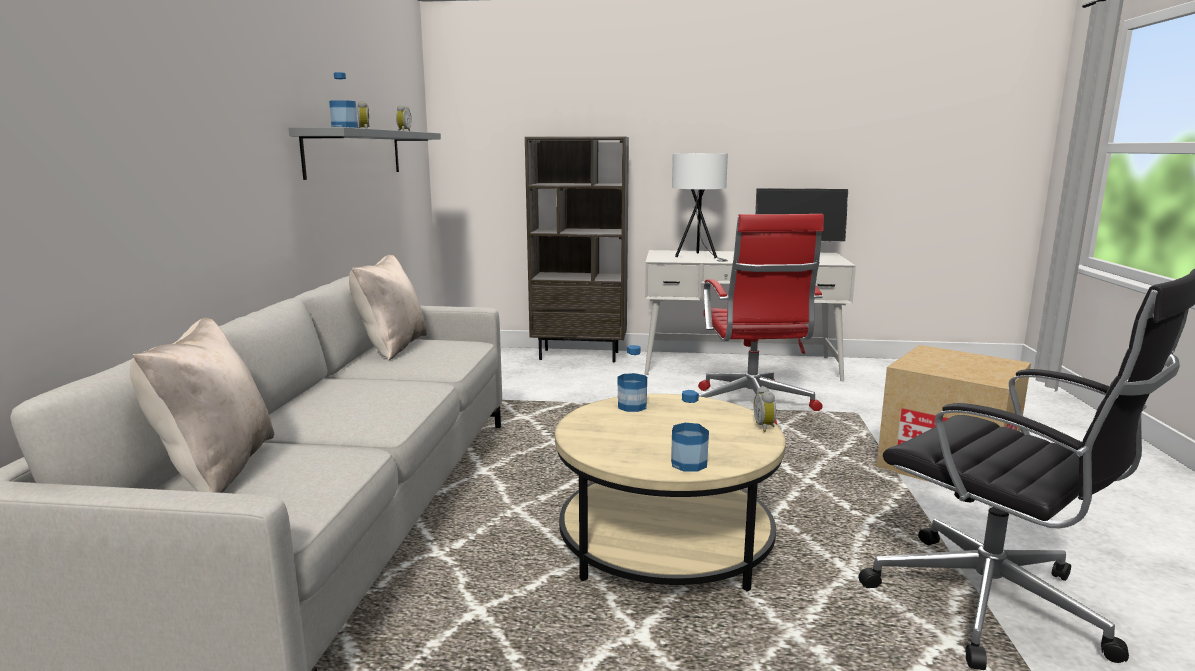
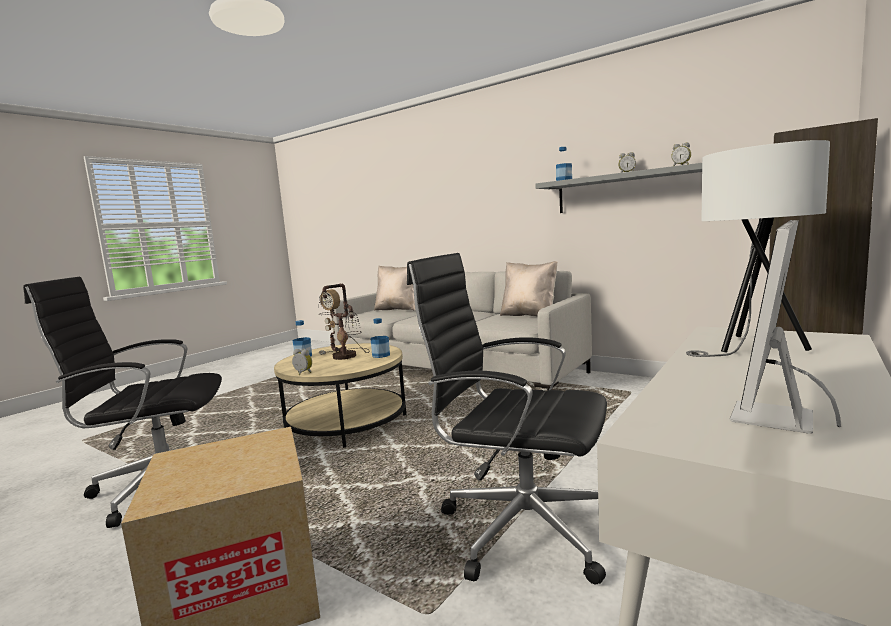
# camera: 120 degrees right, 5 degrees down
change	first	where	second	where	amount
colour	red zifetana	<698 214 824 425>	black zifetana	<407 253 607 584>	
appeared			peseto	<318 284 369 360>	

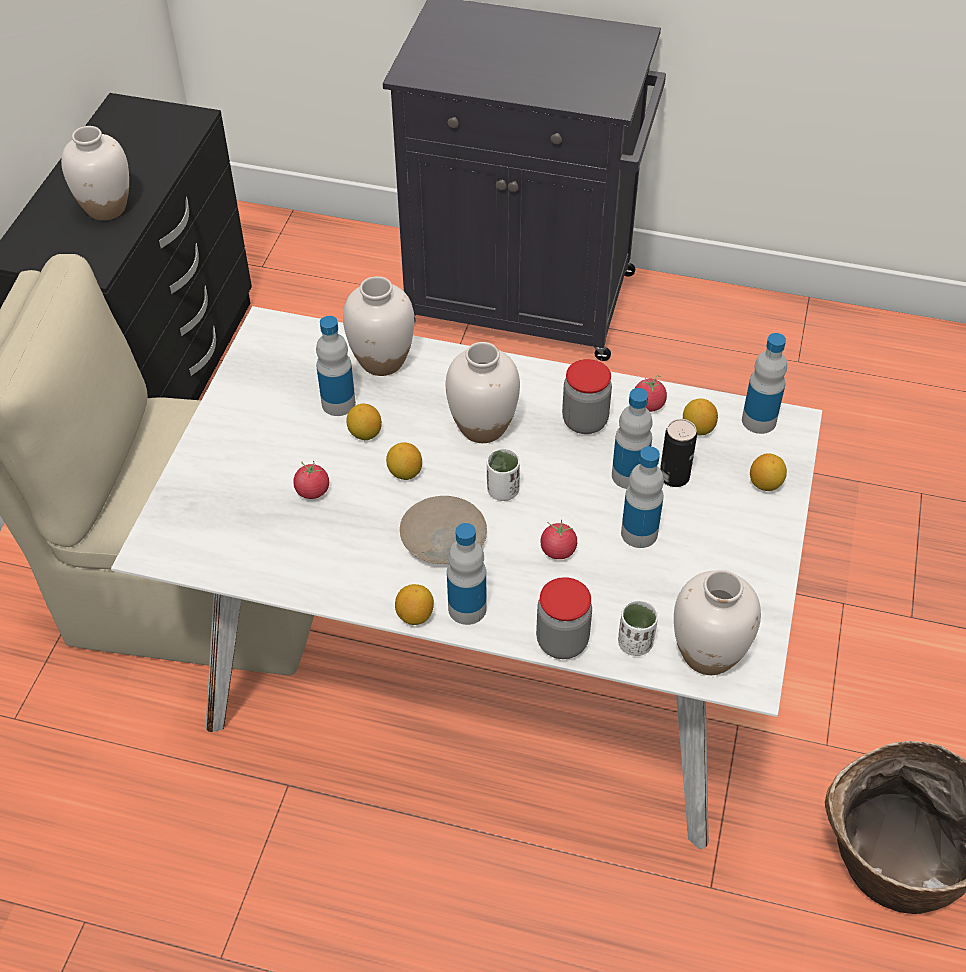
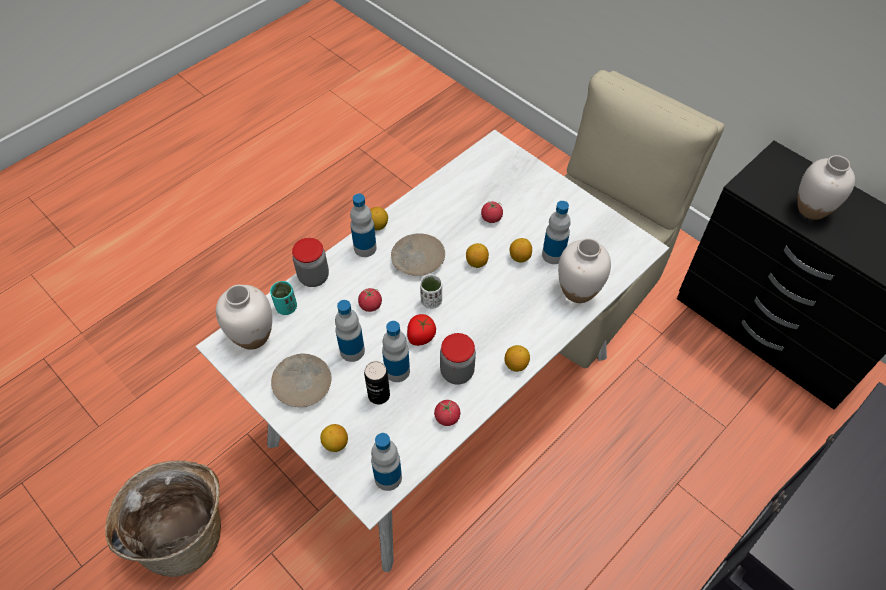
# camera: 120 degrees right, 5 degrees up
change	first	where	second	where	amount
missing	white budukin	<446 342 520 443>			
colour	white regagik	<618 600 658 656>	turquoise regagik	<270 281 297 315>	
relocated	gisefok	<683 399 718 436>		<504 345 530 372>	
appeared			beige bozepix	<271 353 332 407>	
appeared			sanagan	<407 314 436 346>	

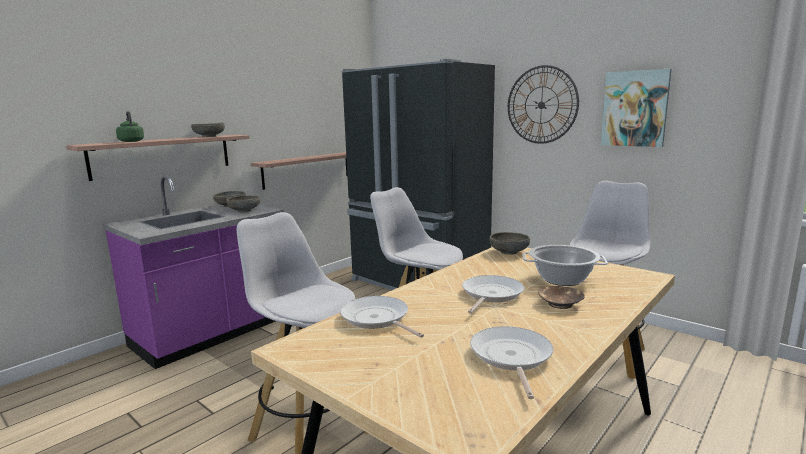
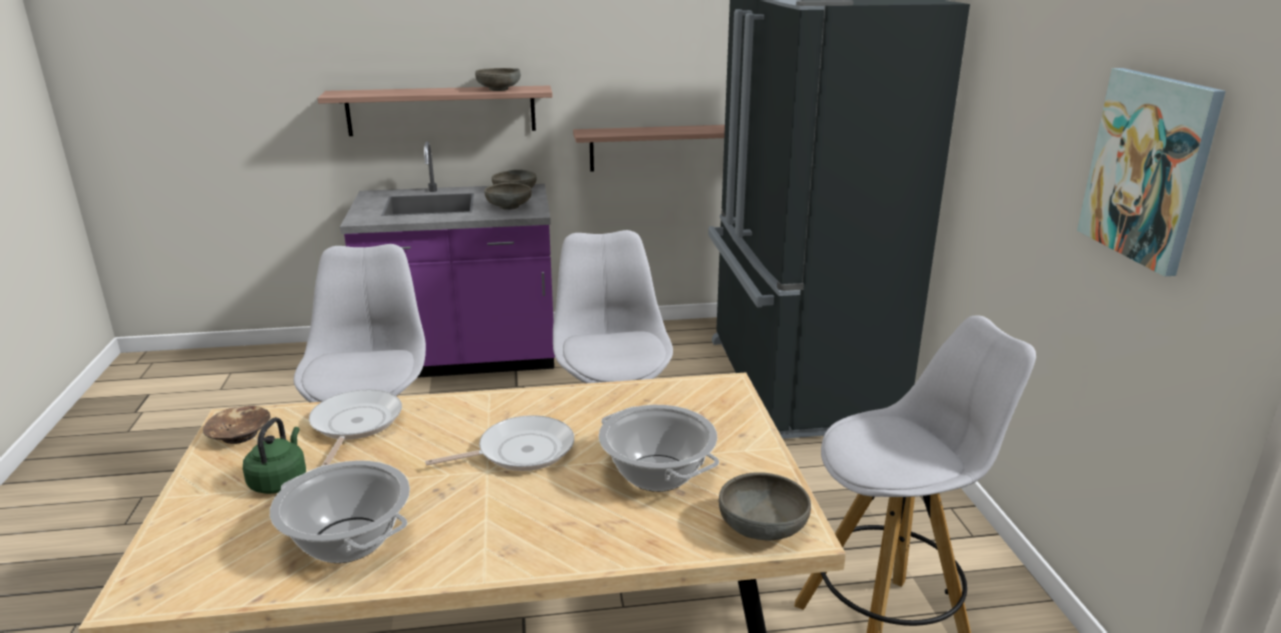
# camera: 40 degrees right, 10 degrees up
change	first	where	second	where	amount
relocated	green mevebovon	<116 111 144 142>		<243 417 306 494>	
exchanged	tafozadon	<470 326 553 399>	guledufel	<270 460 410 563>	
relocated	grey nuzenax	<490 232 530 255>		<719 472 811 540>	
missing	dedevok	<508 65 579 144>			
relocated	brown nuzenax	<538 286 585 309>		<203 406 271 444>	

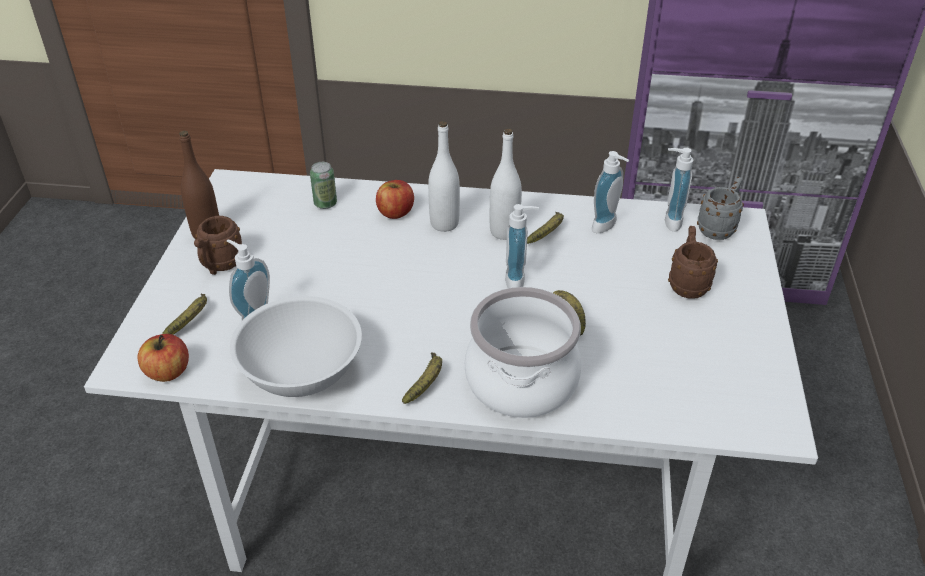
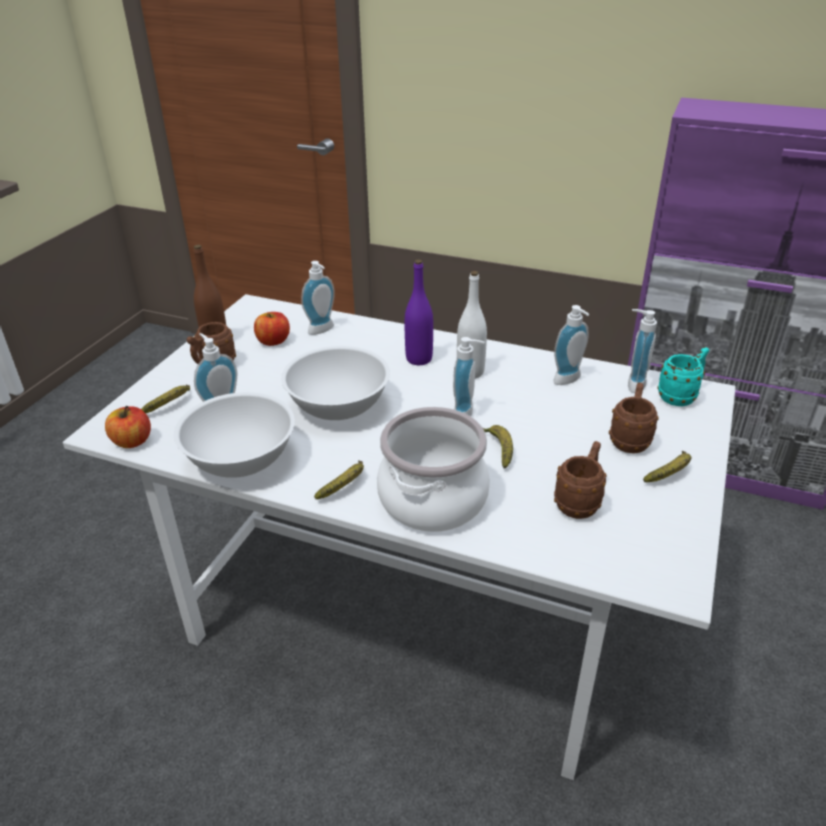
# camera: 15 degrees right, 5 degrees down
change	first	where	second	where	amount
exchanged	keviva	<310 162 337 209>	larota	<301 261 335 335>	
relocated	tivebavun	<376 180 414 219>		<254 312 290 346>	
colour	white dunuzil	<428 121 460 232>	purple dunuzil	<405 260 433 365>	
relocated	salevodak	<527 212 564 244>		<643 451 692 482>	
colour	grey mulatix	<697 177 744 240>	turquoise mulatix	<657 347 709 406>	
appeared			white nuzenax	<281 346 390 420>	
appeared			brown mulatix	<554 441 607 519>	

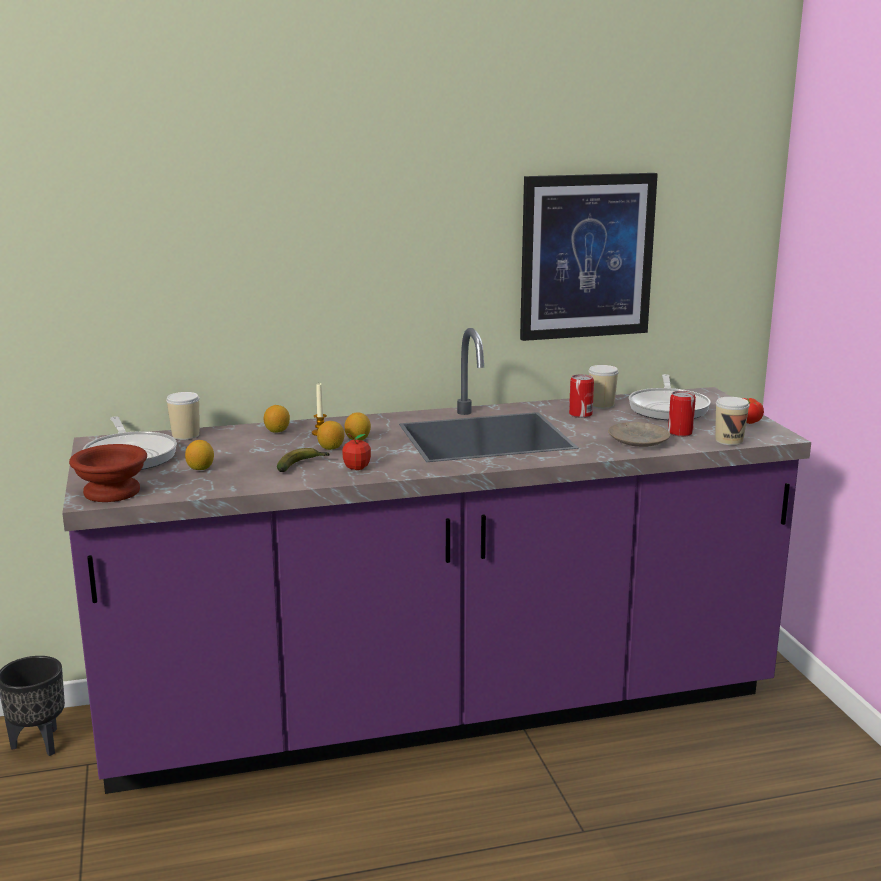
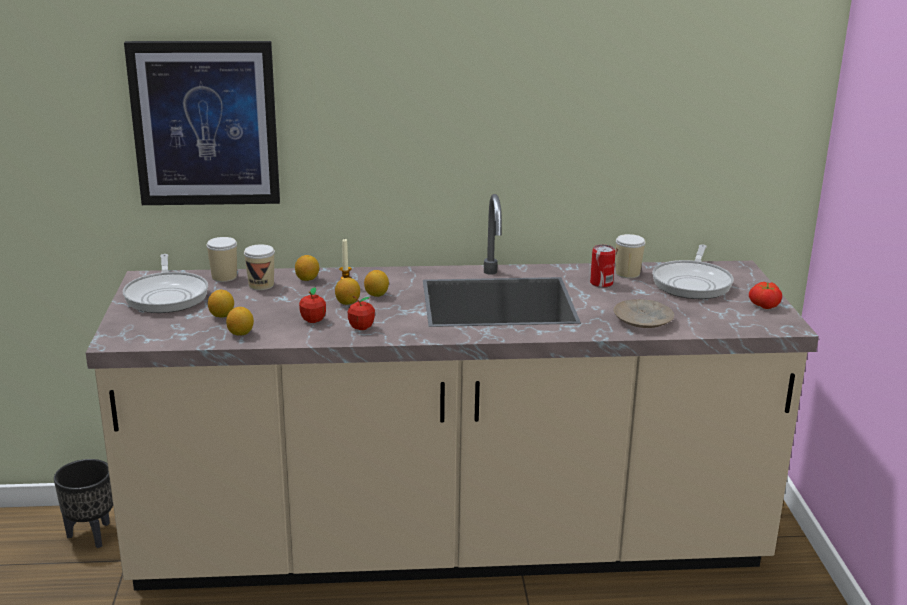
# camera: 10 degrees right, 5 degrees up
change	first	where	second	where	amount
colour	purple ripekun	<62 328 811 794>	beige ripekun	<86 194 819 591>	
missing	brown nuzenax	<69 444 147 502>			
exchanged	salevodak	<277 448 330 472>	tivebavun	<299 287 326 323>	
relocated	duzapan	<520 173 658 341>		<124 41 280 205>	
missing	keviva	<668 391 696 437>			
relocated	regagik	<715 397 750 445>		<244 245 275 290>	
appeared			gisefok	<226 307 254 335>	

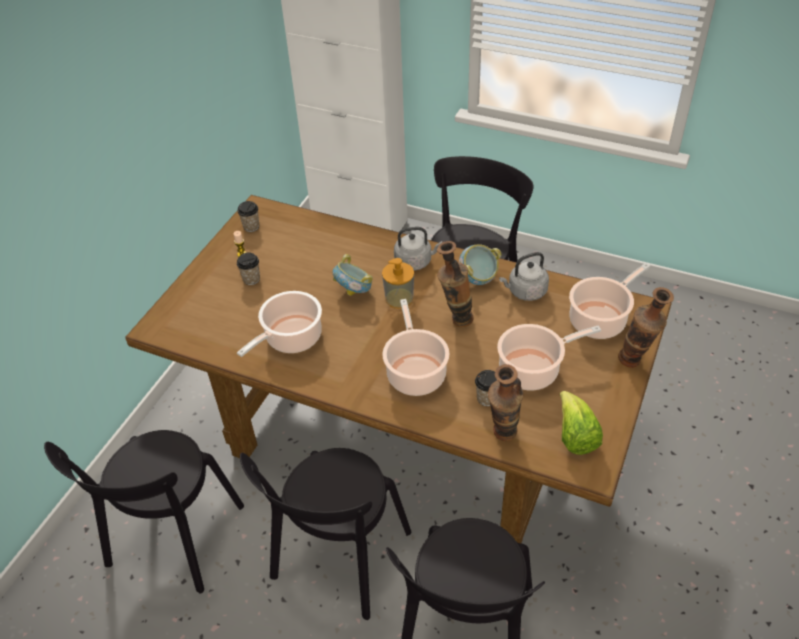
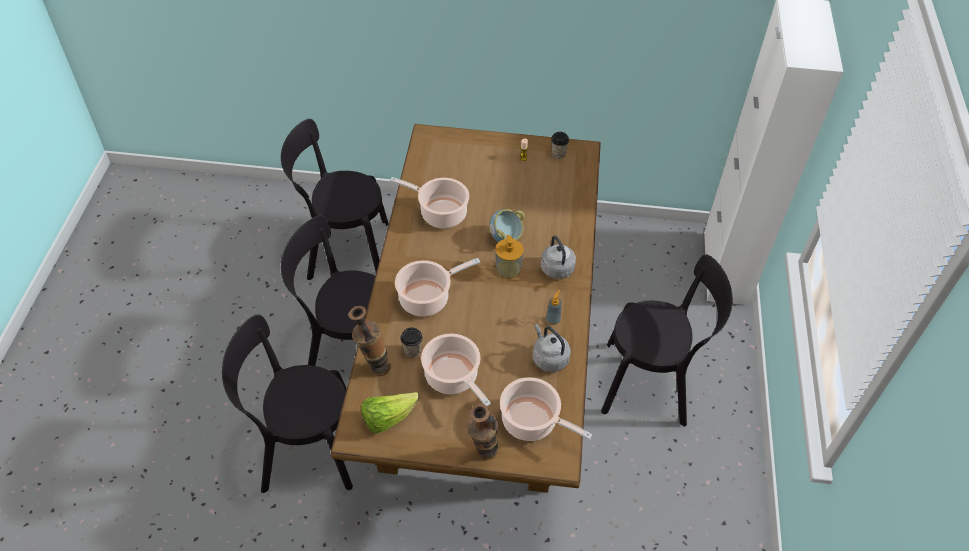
# camera: 70 degrees right, 5 degrees up
change	first	where	second	where	amount
missing	regagik	<237 253 260 285>			
missing	budukin	<437 241 474 327>			
exchanged	nuzenax	<459 244 501 285>	larota	<546 290 562 325>	

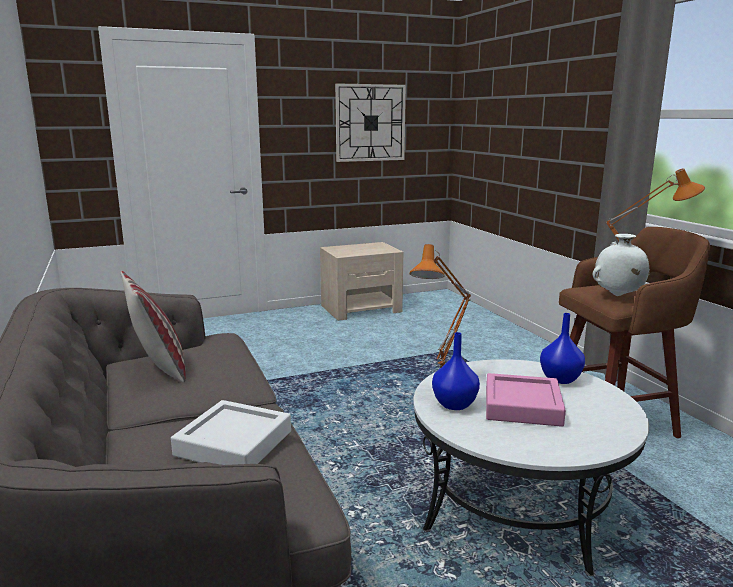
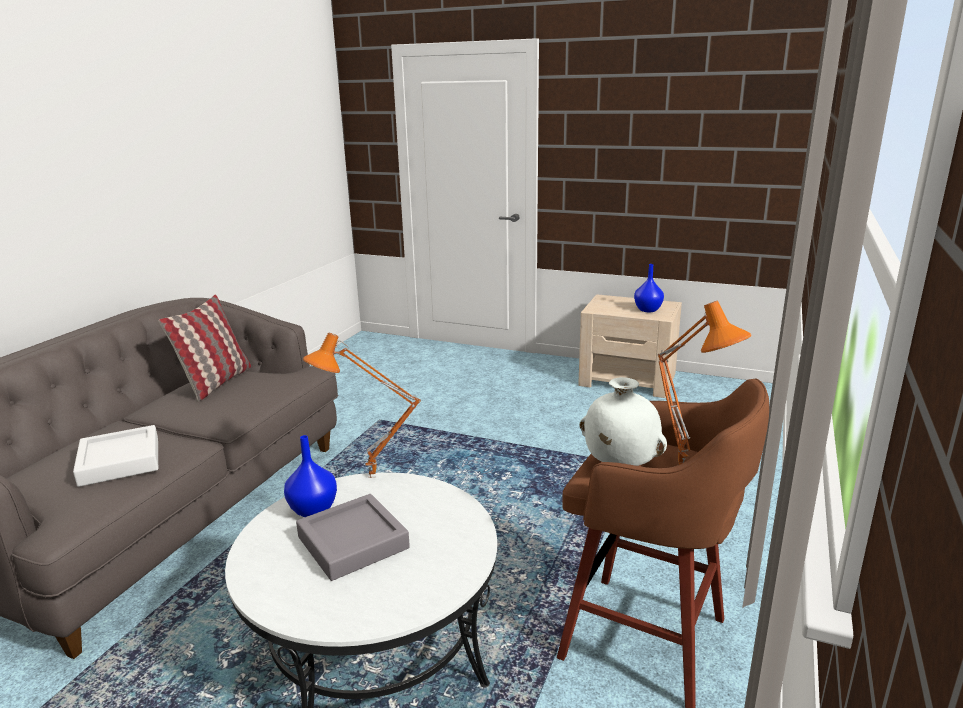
# camera: 45 degrees right, 5 degrees up
change	first	where	second	where	amount
missing	dedevok	<335 83 406 162>			
colour	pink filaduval	<486 373 566 427>	grey filaduval	<296 494 410 581>	
relocated	blue budukin	<540 313 585 384>		<634 264 664 312>	

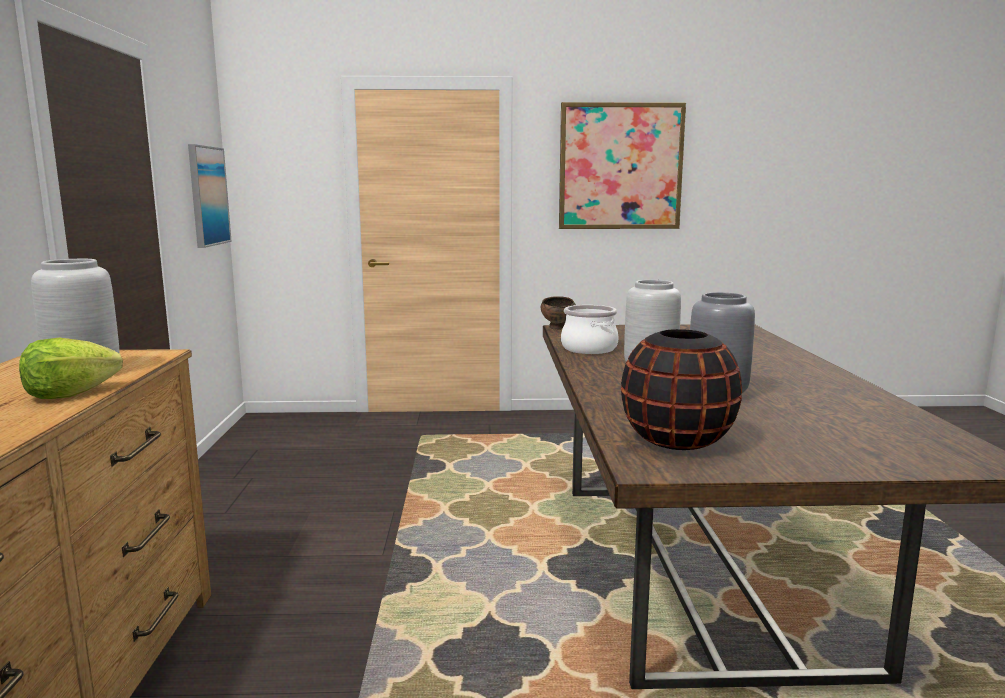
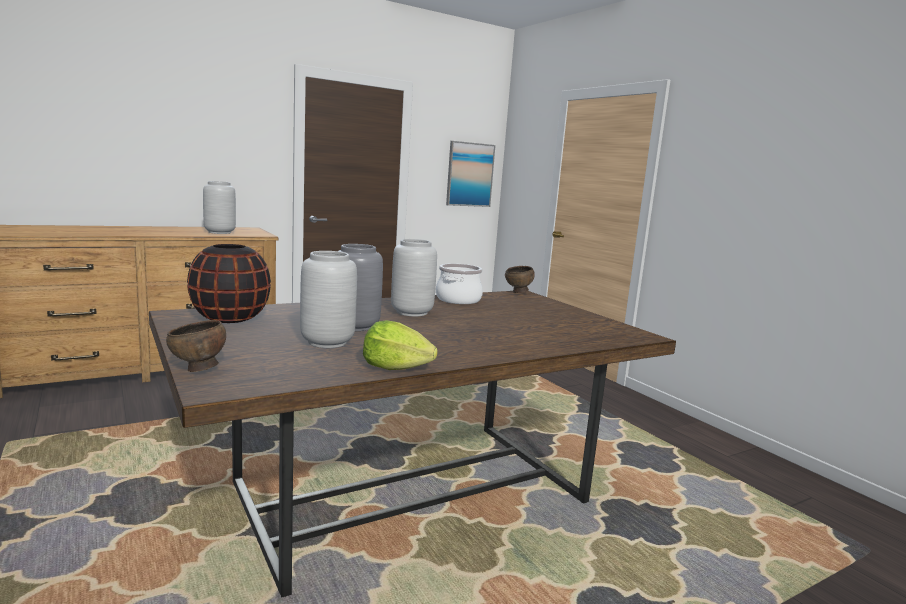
# camera: 60 degrees right, 0 degrees up
change	first	where	second	where	amount
relocated	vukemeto	<19 338 123 399>		<363 320 438 370>	
missing	duzapan	<559 102 686 229>			
appeared			brown nuzenax	<166 320 226 372>	
appeared			grey budukin	<300 251 357 348>	

